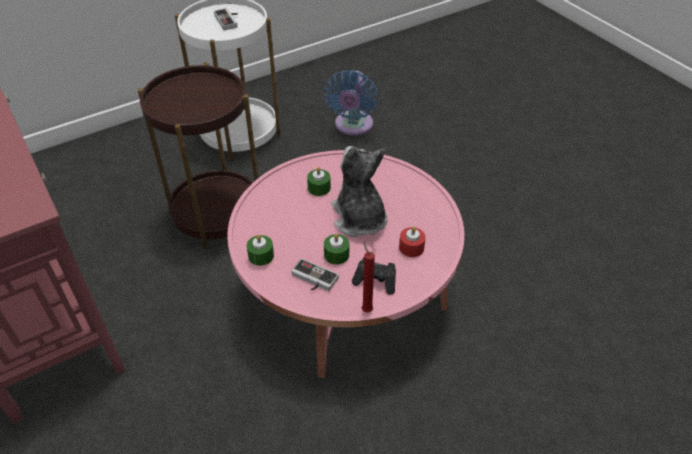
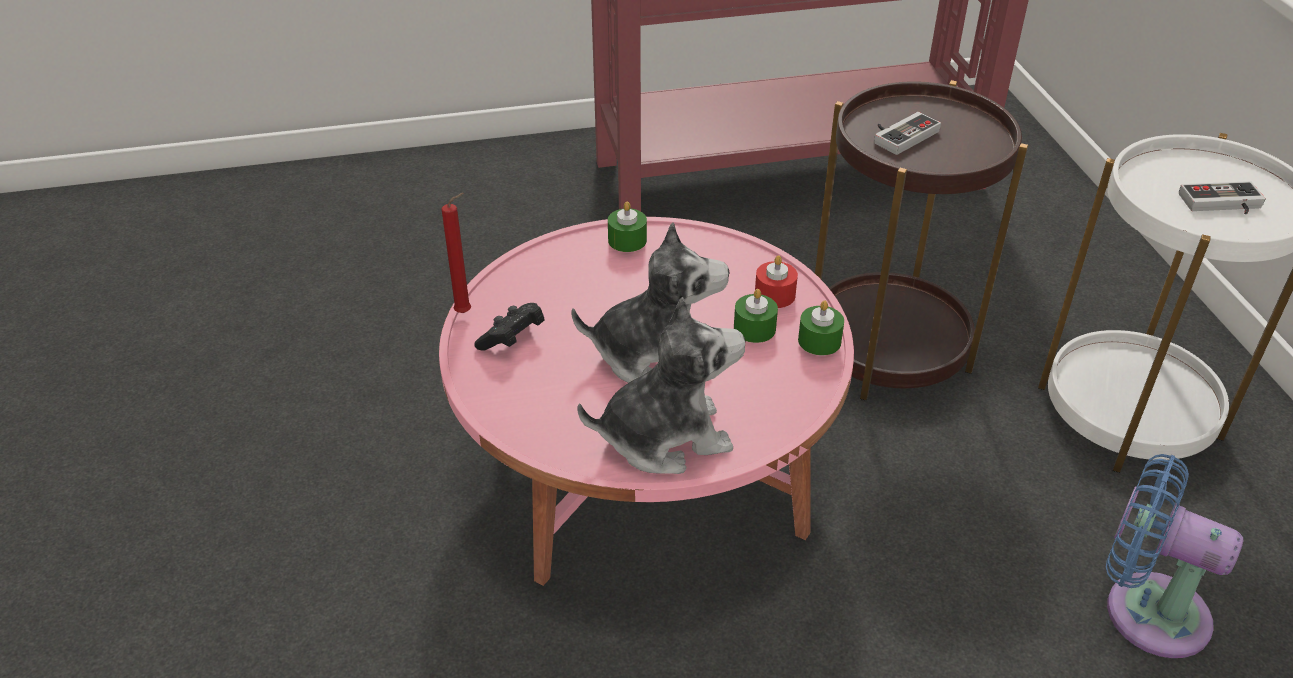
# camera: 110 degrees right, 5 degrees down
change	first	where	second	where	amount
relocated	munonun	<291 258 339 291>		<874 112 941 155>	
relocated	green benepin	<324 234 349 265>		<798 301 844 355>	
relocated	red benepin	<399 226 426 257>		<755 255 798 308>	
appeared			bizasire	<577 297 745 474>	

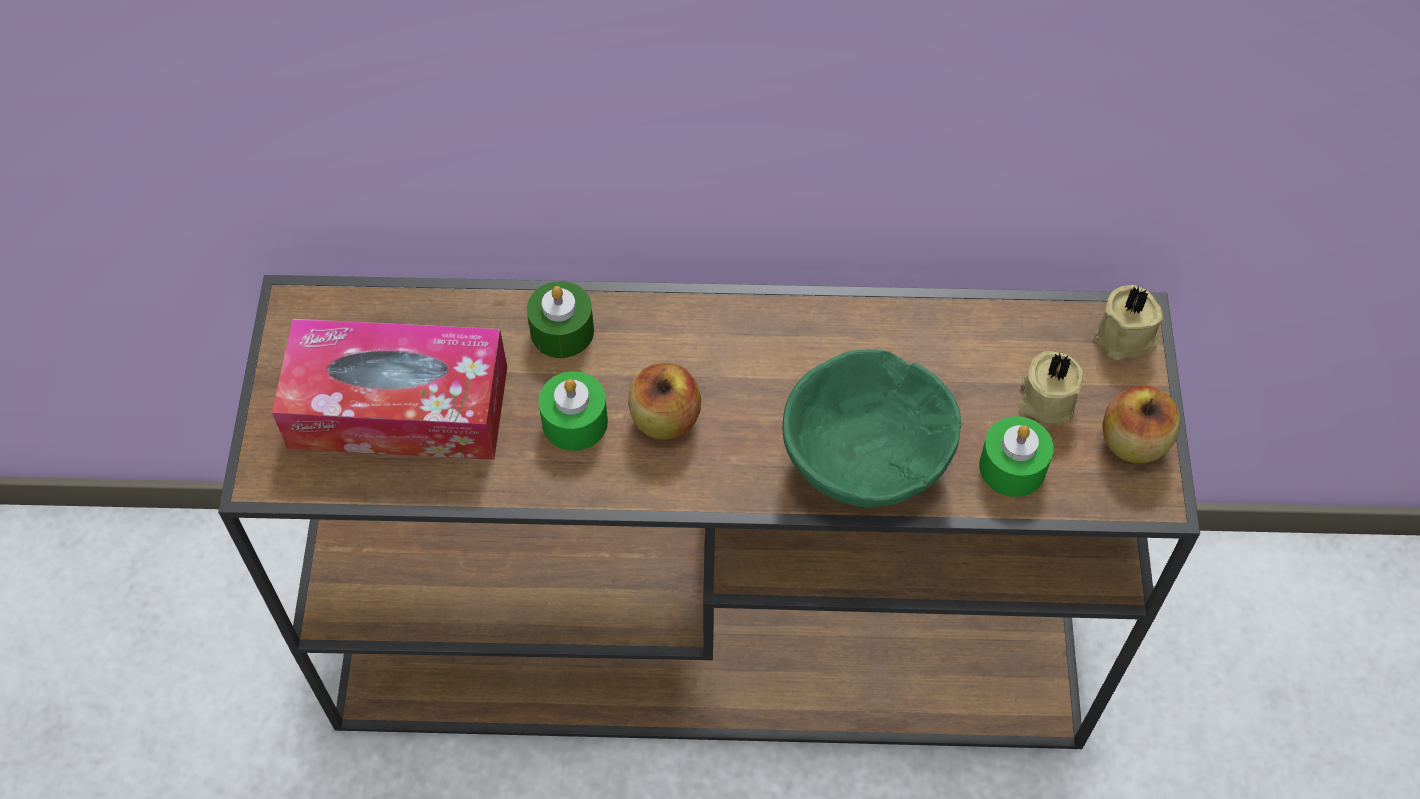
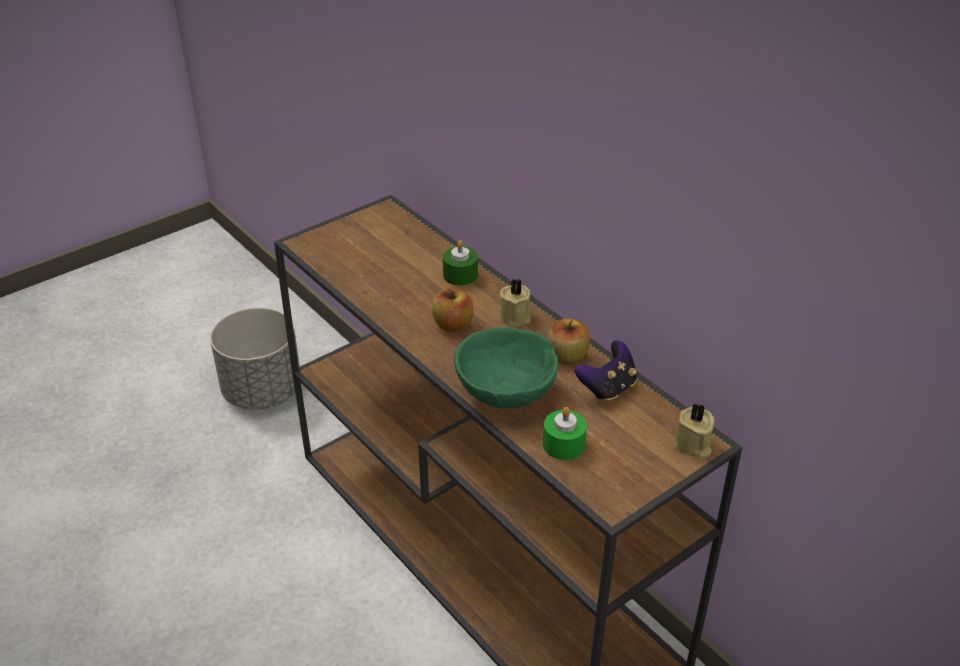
# camera: 50 degrees right, 20 degrees down
change	first	where	second	where	amount
missing	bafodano	<272 319 507 460>			
missing	green benepin	<539 371 608 451>			
relocated	beige benepin	<1019 351 1084 423>		<500 279 531 327>	
relocated	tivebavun	<1102 386 1180 463>		<547 318 590 364>	
appeared			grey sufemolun	<210 308 300 409>	
appeared			munonun	<575 340 637 402>	

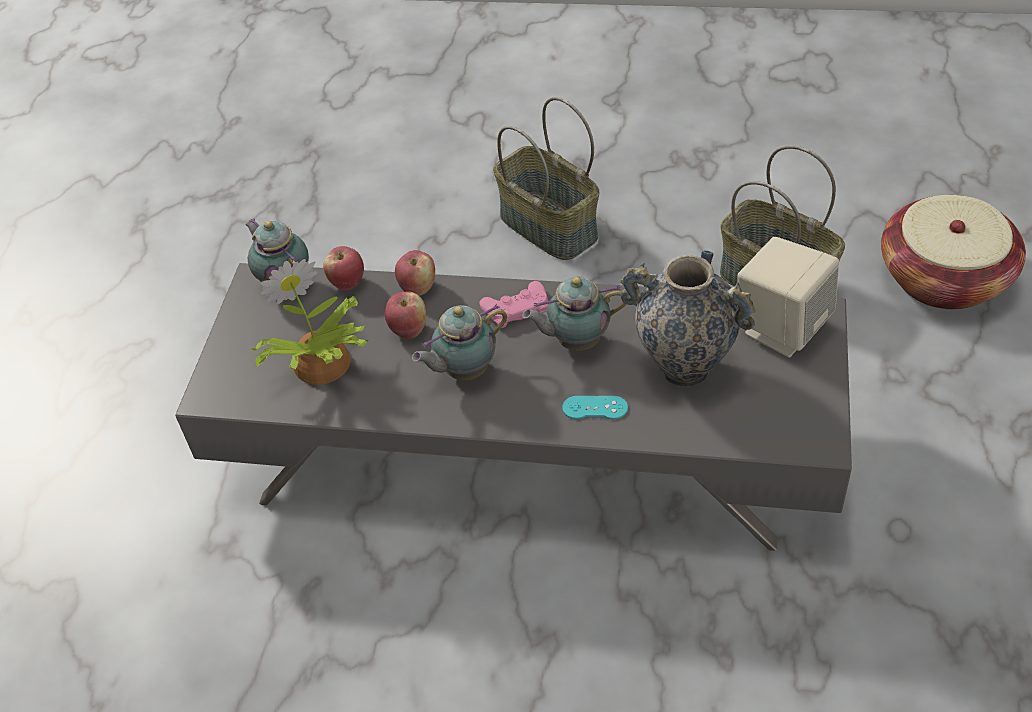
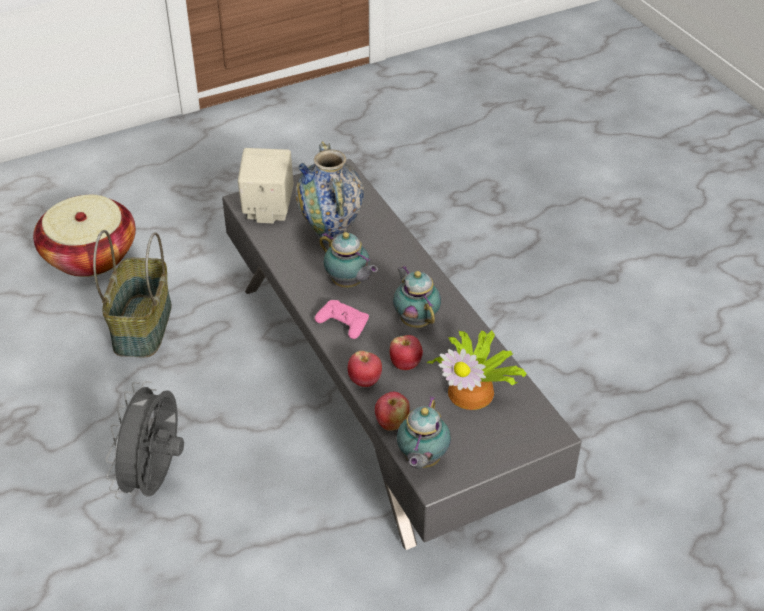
# camera: 130 degrees left, 5 degrees down
change	first	where	second	where	amount
spun	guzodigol	<412 304 507 380>		<393 265 441 328>	135 degrees counterclockwise
exchanged	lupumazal	<493 97 599 260>	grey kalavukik	<106 381 184 500>	
missing	turquoise munonun	<562 396 628 419>			

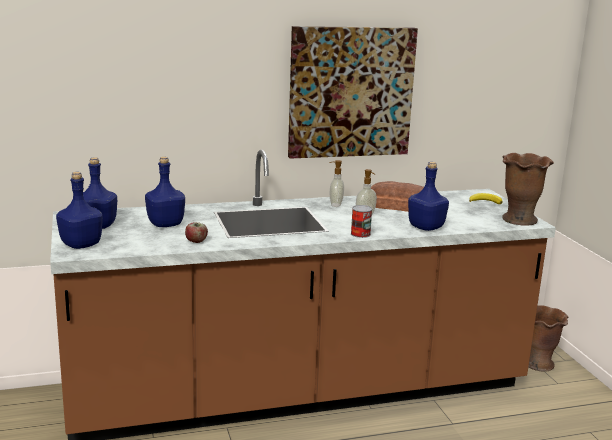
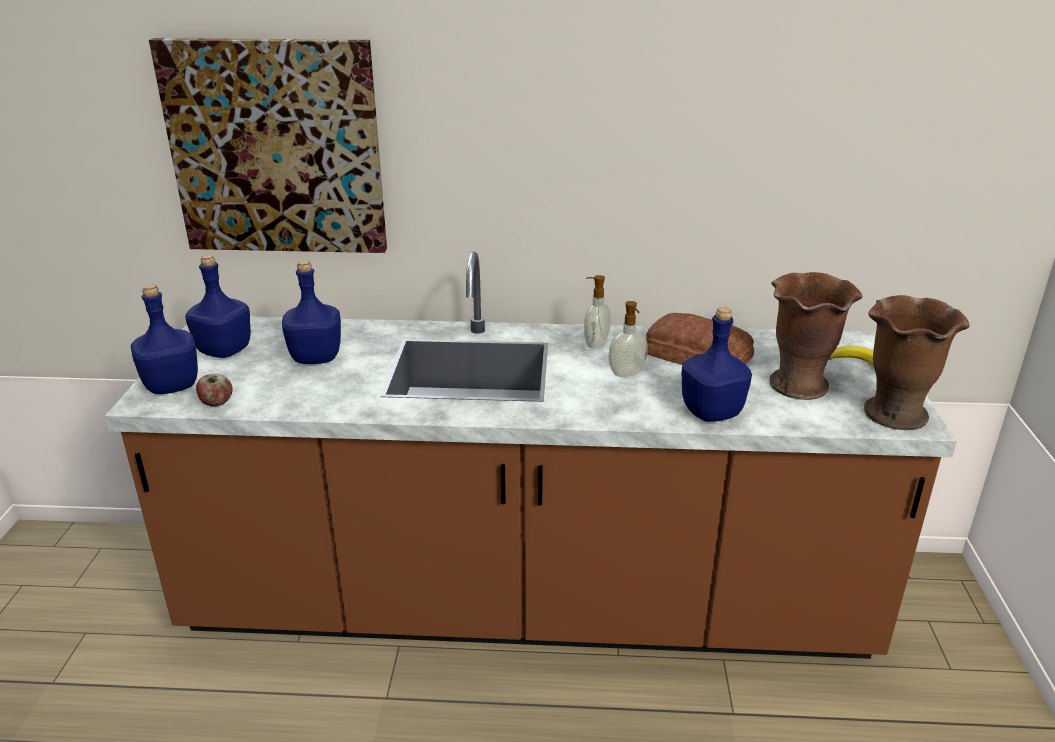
# camera: 20 degrees right, 10 degrees up
change	first	where	second	where	amount
relocated	tivebavun	<185 222 208 243>		<196 374 233 407>	
relocated	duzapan	<288 26 418 159>		<149 38 387 253>	
missing	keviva	<351 205 372 238>			
relocated	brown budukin	<528 306 568 372>		<770 272 863 400>	

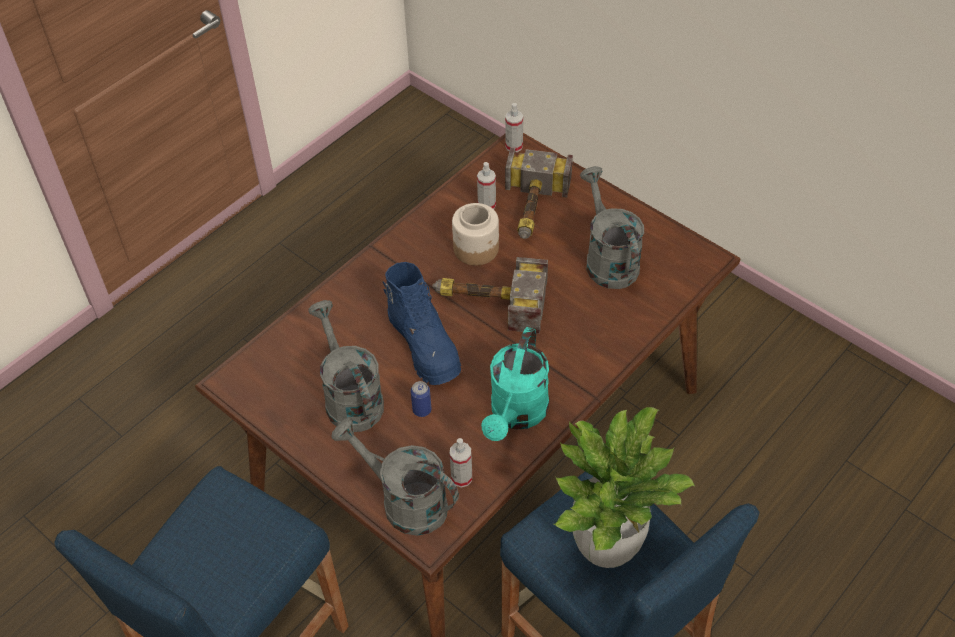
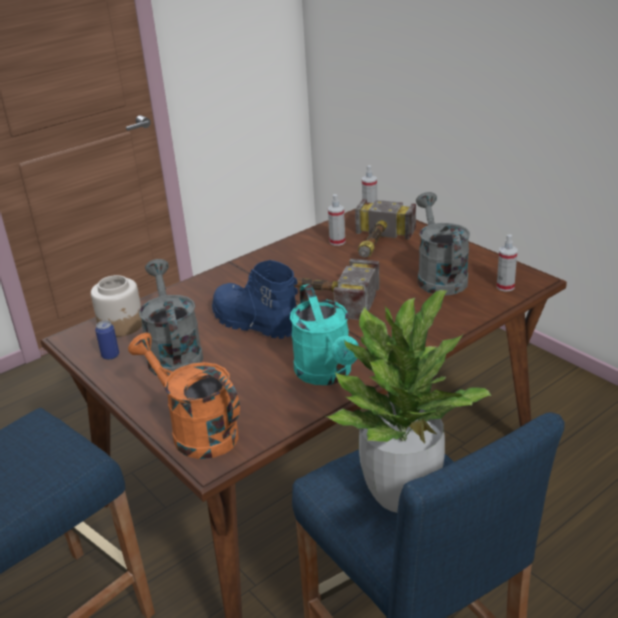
# camera: 10 degrees right, 20 degrees down
change	first	where	second	where	amount
colour	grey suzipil	<331 418 459 536>	orange suzipil	<128 333 240 459>	
spun	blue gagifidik	<383 262 461 385>		<212 260 298 339>	150 degrees clockwise
relocated	keviva	<411 381 431 417>		<95 320 119 360>	
relocated	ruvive	<450 438 472 487>		<497 235 517 292>	
relocated	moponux	<452 203 499 266>		<91 275 142 337>	
spun	turquoise suzipil	<481 327 549 441>		<290 284 359 385>	45 degrees counterclockwise

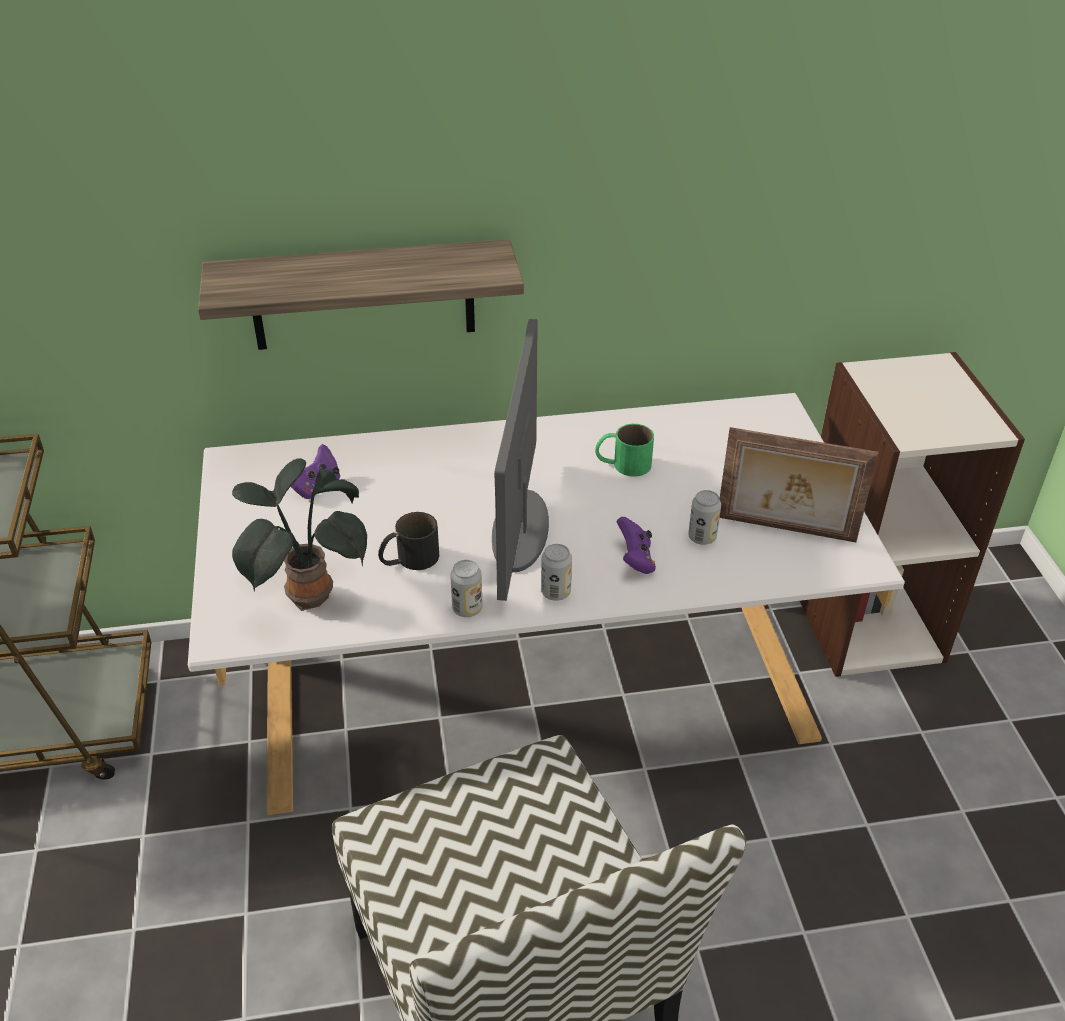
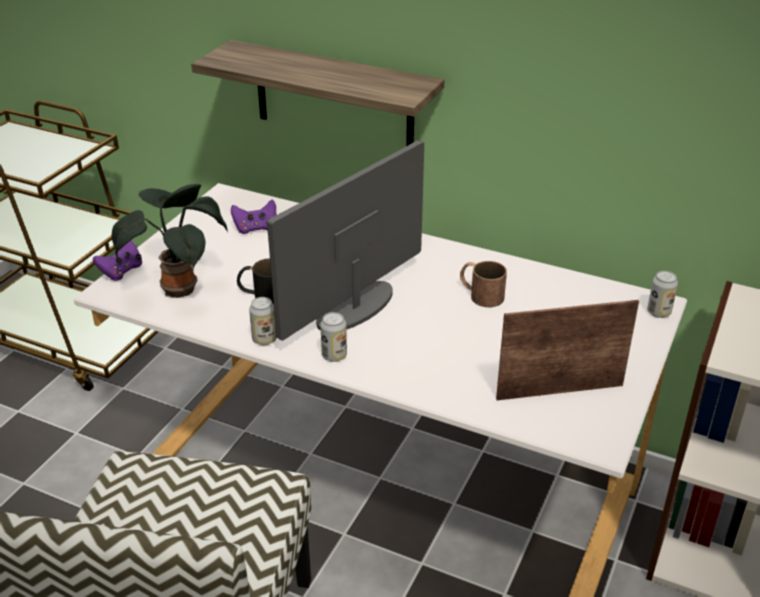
# camera: 35 degrees right, 5 degrees down
change	first	where	second	where	amount
colour	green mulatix	<595 424 654 477>	brown mulatix	<460 261 507 307>	
relocated	purple munonun	<617 517 656 574>		<93 240 142 281>	
relocated	keviva	<688 490 721 545>		<647 271 678 318>	
spun	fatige	<719 427 879 542>		<496 300 639 400>	120 degrees clockwise

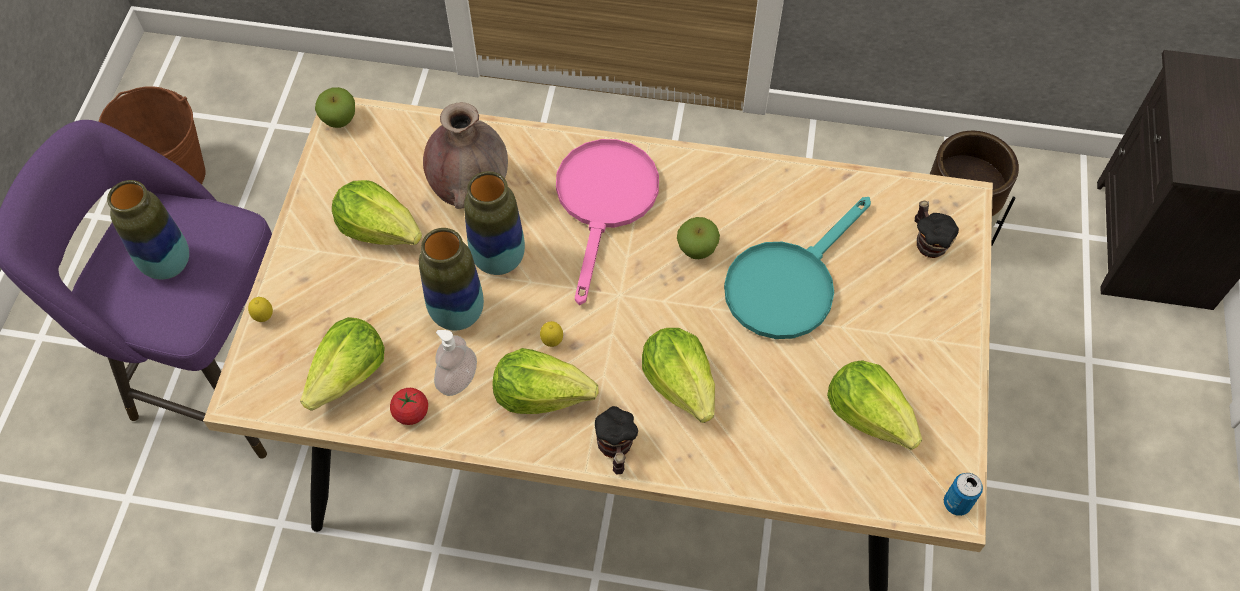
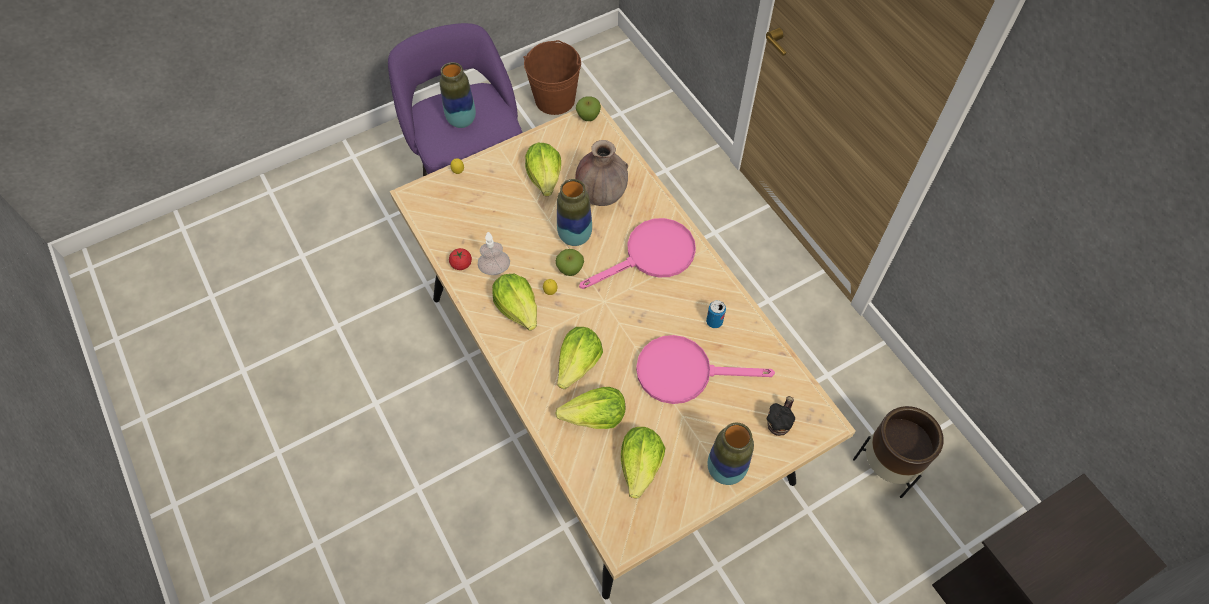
# camera: 50 degrees right, 0 degrees up
change	first	where	second	where	amount
relocated	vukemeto	<300 317 385 411>		<555 387 625 429>	
relocated	budukin	<419 228 484 331>		<707 423 754 485>	
missing	mulatix	<595 406 638 475>			
relocated	tivebavun	<677 217 720 259>		<556 249 584 276>	
colour	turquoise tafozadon	<724 197 871 339>	pink tafozadon	<636 335 775 404>	
relocated	keviva	<944 473 983 516>		<706 300 726 328>	

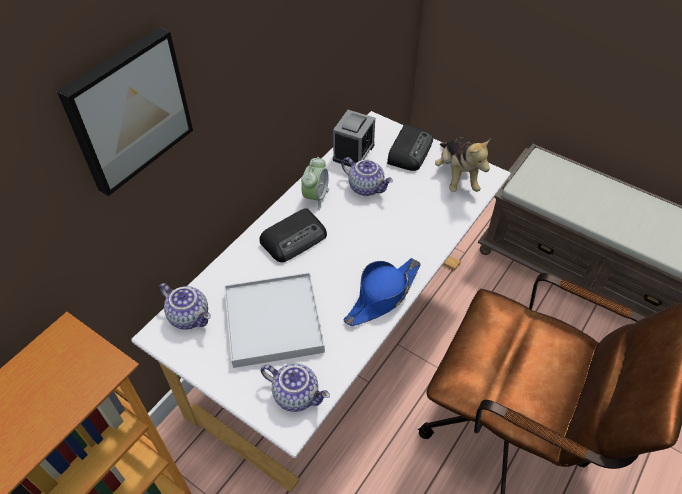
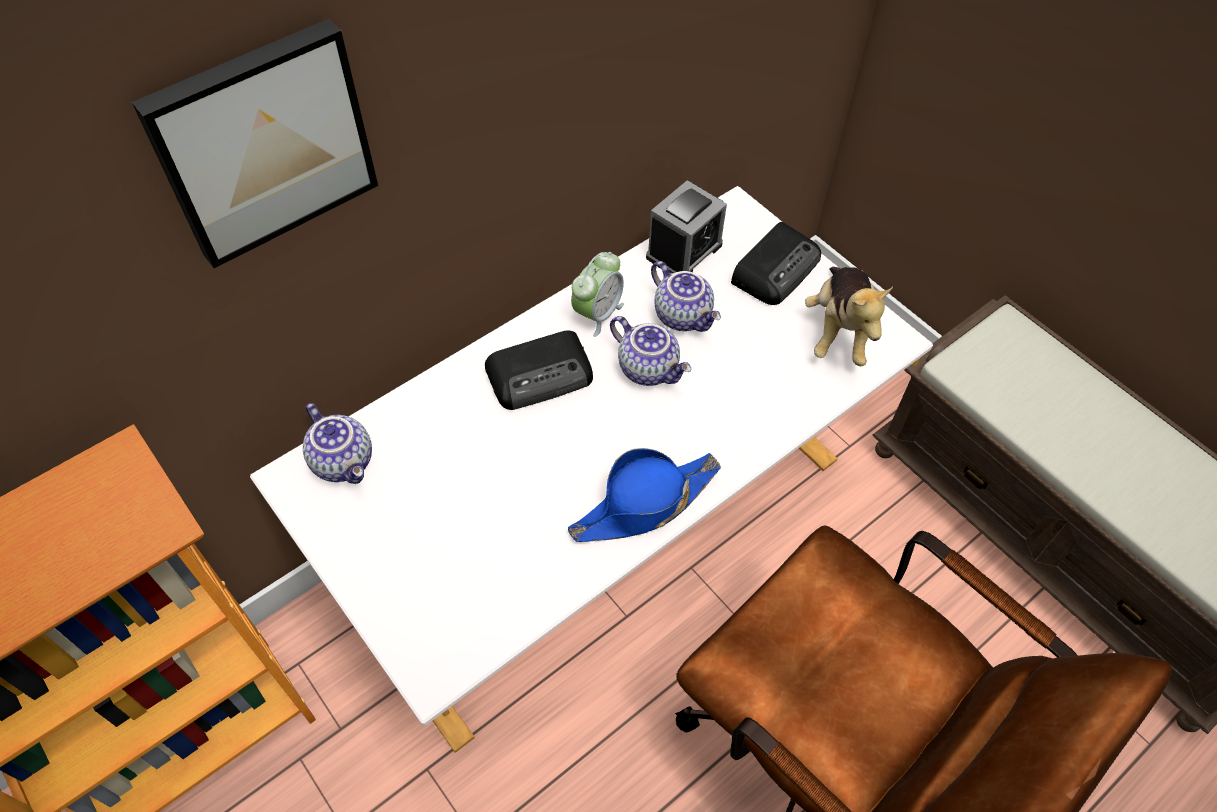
# camera: 15 degrees right, 5 degrees up
change	first	where	second	where	amount
missing	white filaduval	<224 272 325 368>			
relocated	guzodigol	<261 363 330 412>		<610 316 691 386>	

